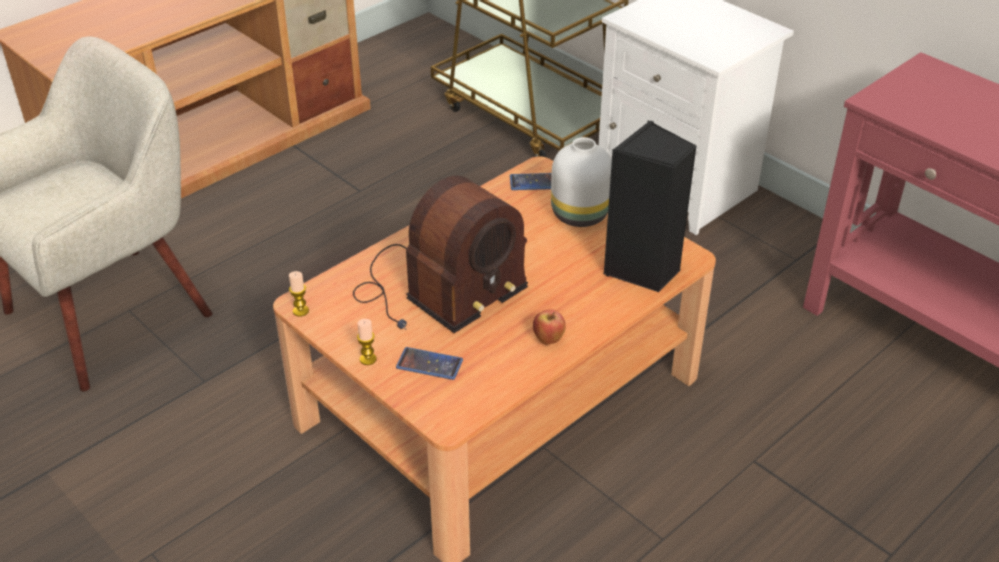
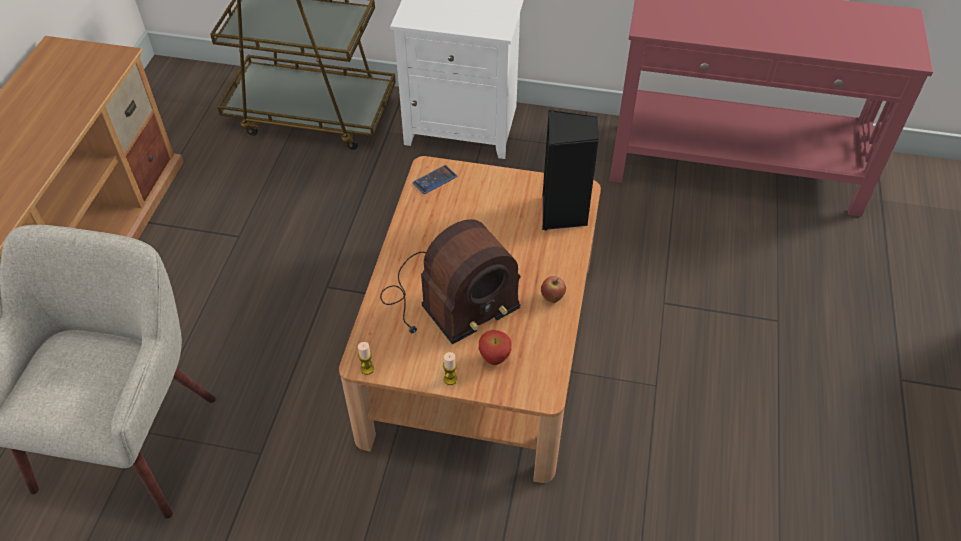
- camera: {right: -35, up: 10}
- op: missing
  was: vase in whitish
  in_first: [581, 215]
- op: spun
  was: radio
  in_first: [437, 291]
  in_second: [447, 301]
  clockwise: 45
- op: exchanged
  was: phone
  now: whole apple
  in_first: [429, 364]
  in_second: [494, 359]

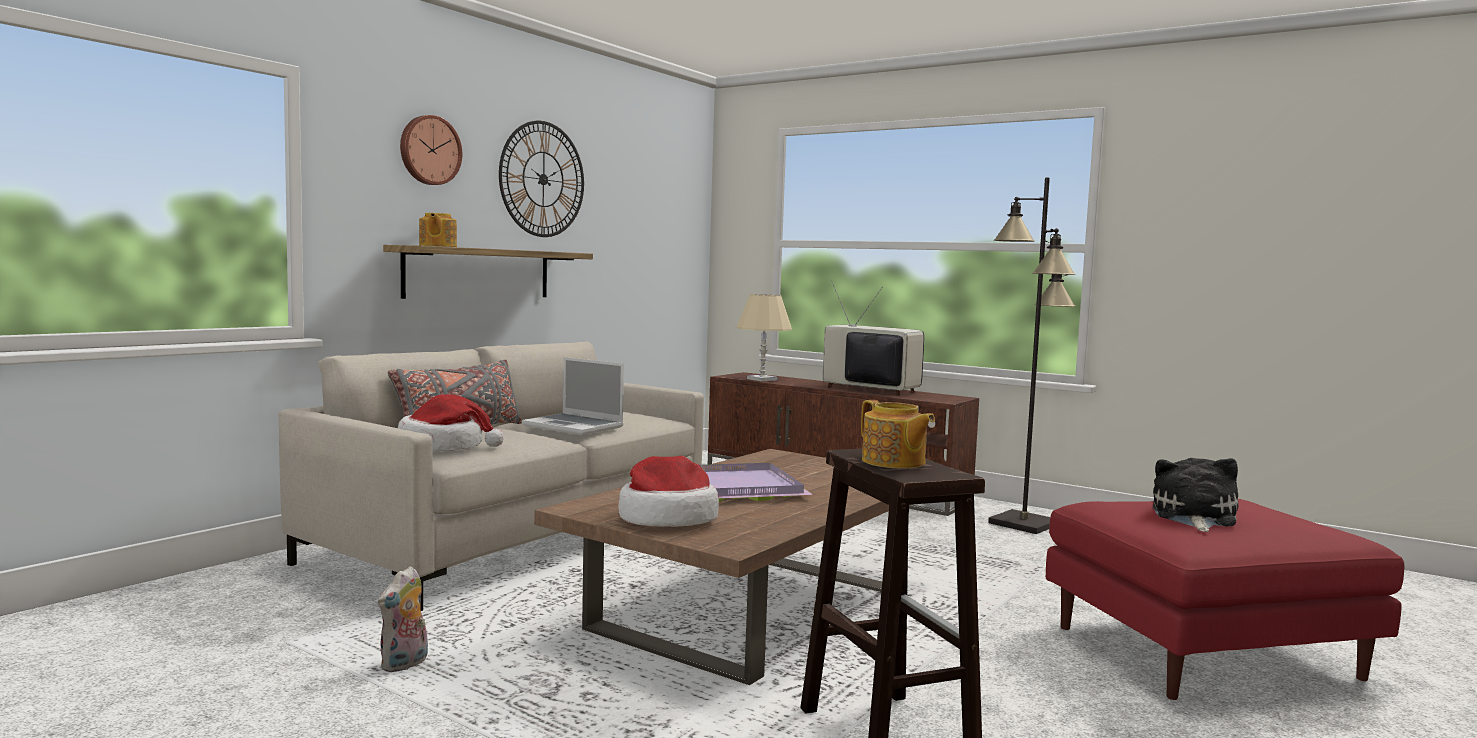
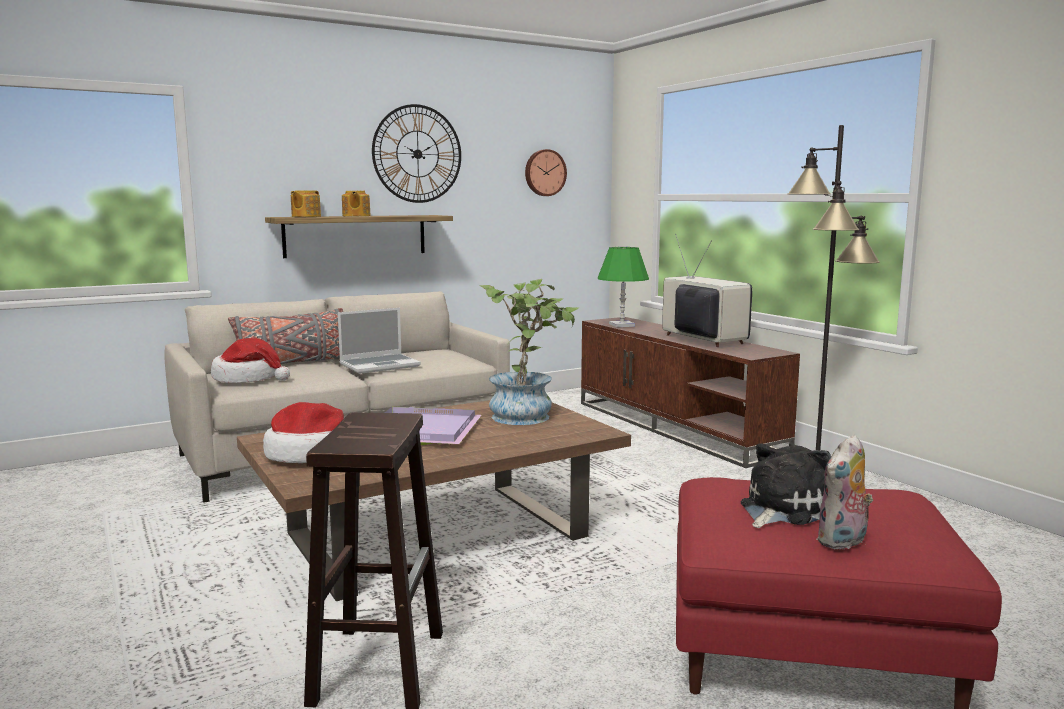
- camera: {right: 25, up: 5}
- op: relocated
  was: clock on the wall
  in_first: [429, 150]
  in_second: [544, 173]
- op: colour
  was: lamp for a table in beige-coloured
  now: lamp for a table in greenish
  in_first: [762, 379]
  in_second: [622, 325]
- op: spun
  was: notebook computer
  in_first: [575, 426]
  in_second: [380, 365]
  clockwise: -90
- op: relocated
  was: teapot
  in_first: [893, 462]
  in_second: [356, 216]
- op: relocated
  was: cuddly toy
  in_first: [405, 665]
  in_second: [843, 542]
- op: appeared
  now: potted plant
  in_second: [528, 415]

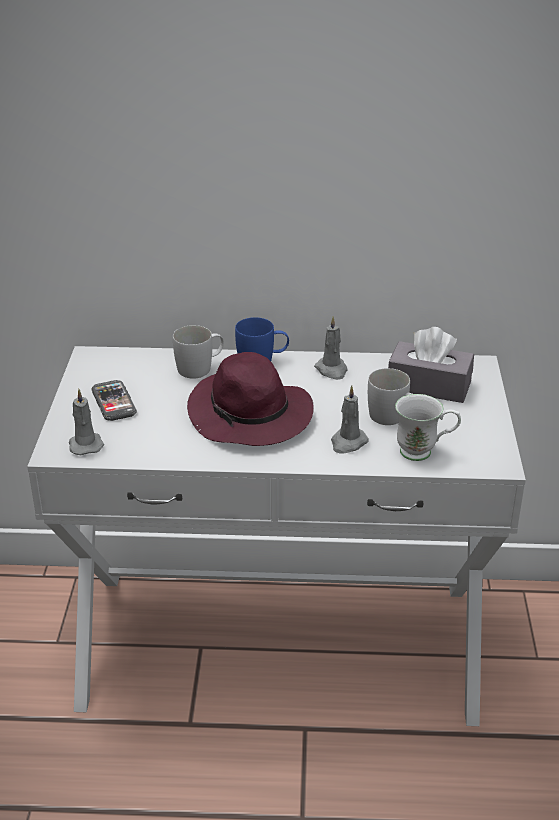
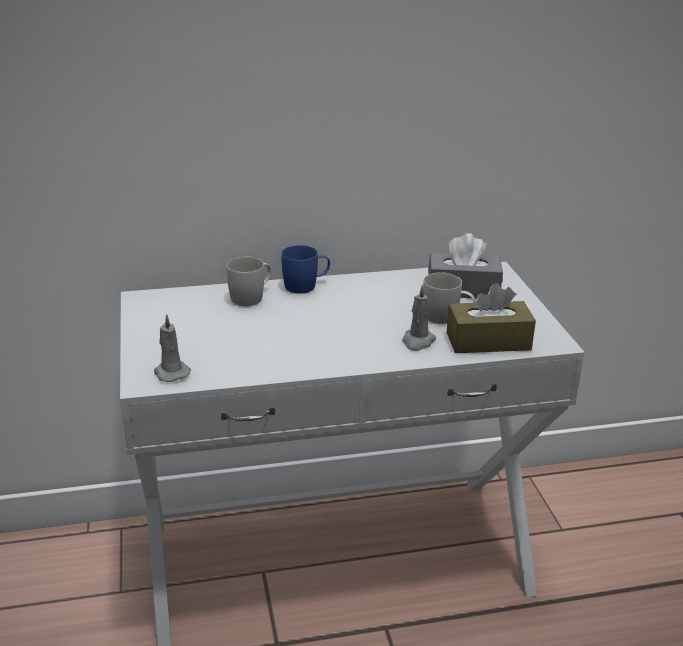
- camera: {right: -15, up: -5}
- op: missing
  was: wax light in gray
  in_first: [332, 370]
- op: missing
  was: wearable hat in purple-coloured
  in_first: [251, 416]
- op: missing
  was: phone
  in_first: [114, 402]
- op: exchanged
  was: coffee mug in whitish
  now: tissue holder in brown
  in_first: [424, 453]
  in_second: [488, 341]

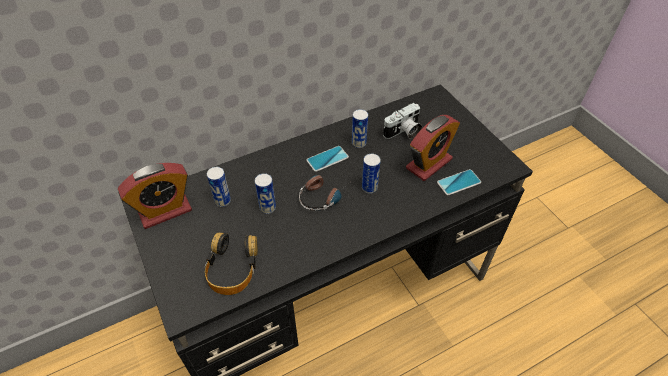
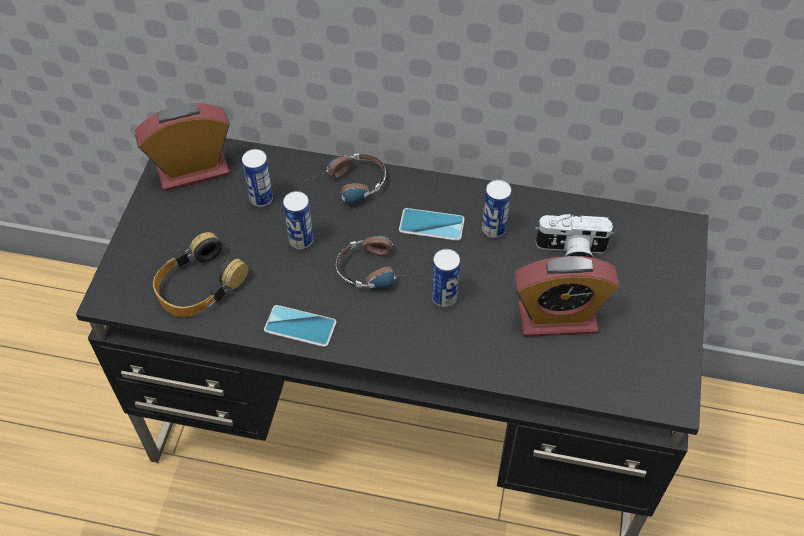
- camera: {right: 40, up: 5}
- op: spun
  was: bedside clock
  in_first: [165, 211]
  in_second: [193, 170]
  clockwise: 150
- op: relocated
  was: phone
  in_first: [458, 182]
  in_second: [300, 326]
- op: appeared
  now: headset
  in_second: [347, 187]

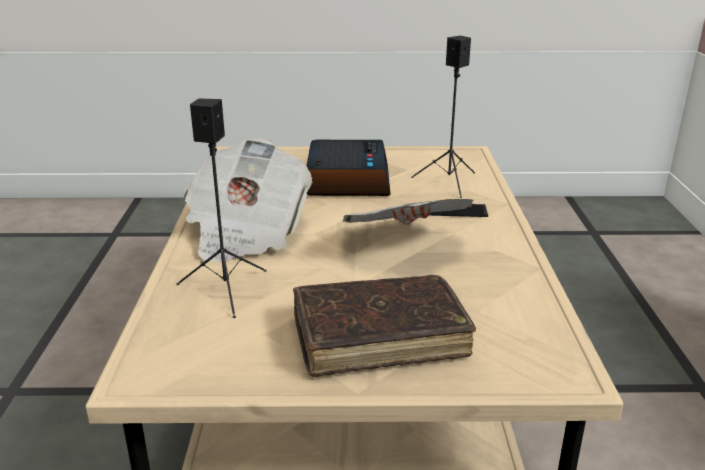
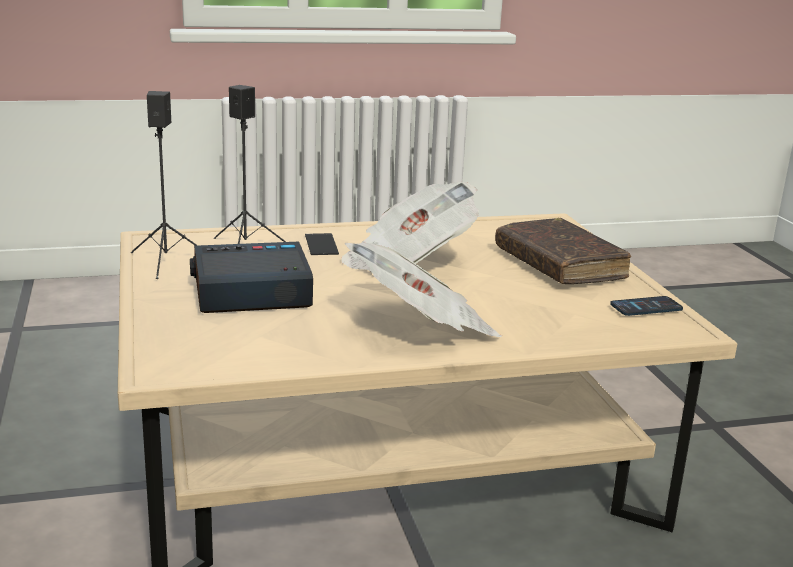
- camera: {right: -105, up: -5}
- op: relocated
  was: audio speaker in black-coloured
  in_first: [226, 289]
  in_second: [165, 261]
- op: appeared
  now: phone
  in_second: [646, 307]

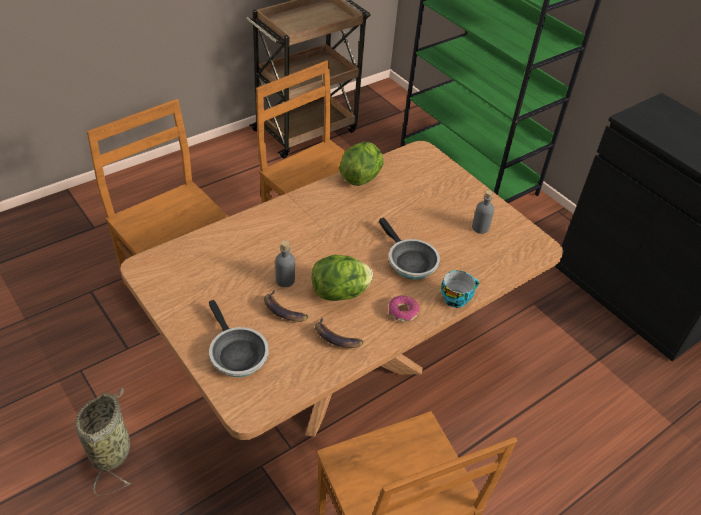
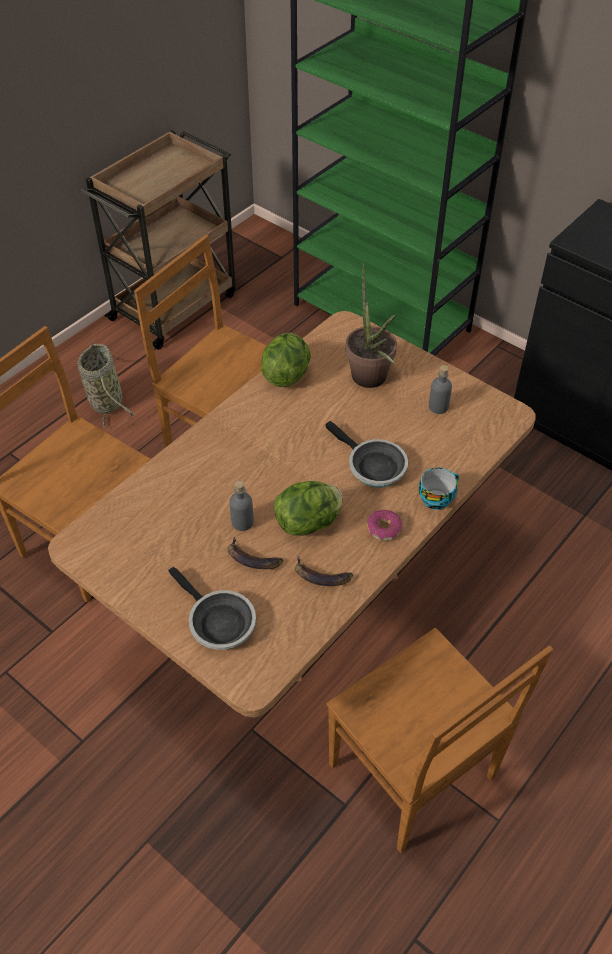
- camera: {right: -10, up: 5}
- op: relocated
  was: storage basket
  in_first: [111, 450]
  in_second: [106, 400]
- op: appeared
  now: potted plant
  in_second: [371, 381]

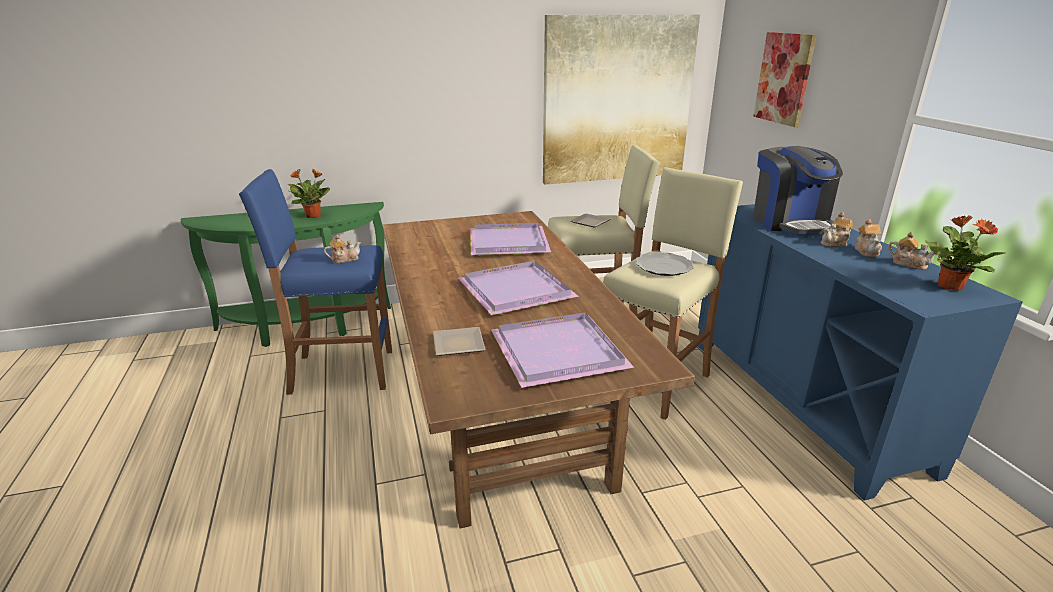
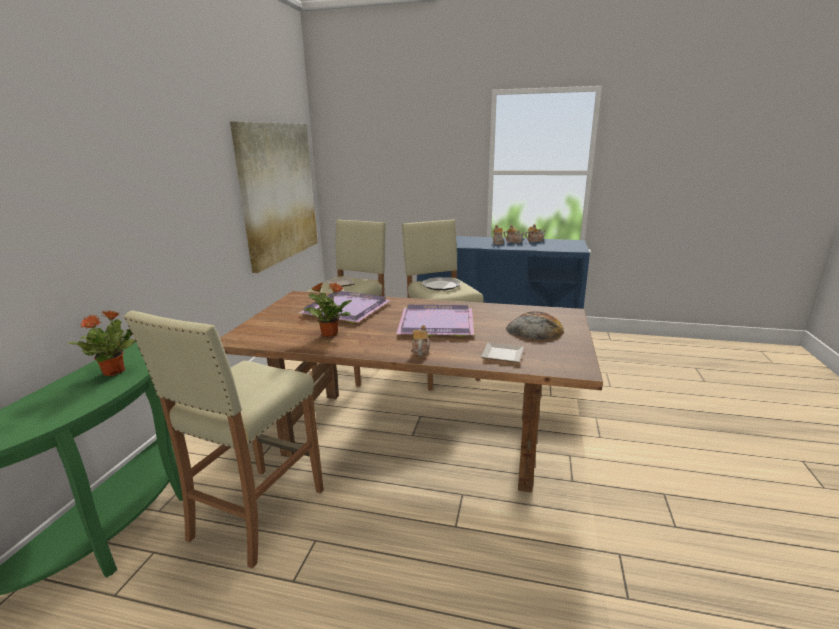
- camera: {right: -60, up: -5}
- op: missing
  was: wall picture
  in_first: [784, 78]
- op: missing
  was: coffee machine
  in_first: [790, 222]
- op: colour
  was: sitting stool in blue-coloured
  now: sitting stool in beige-coloured
  in_first: [340, 371]
  in_second: [256, 514]
- op: relocated
  was: potted plant
  in_first: [949, 286]
  in_second: [329, 333]
- op: relocated
  was: teapot
  in_first: [344, 259]
  in_second: [420, 350]
- op: exchanged
  was: tray in purple-coloured
  now: baked bread
  in_first: [559, 350]
  in_second: [535, 329]

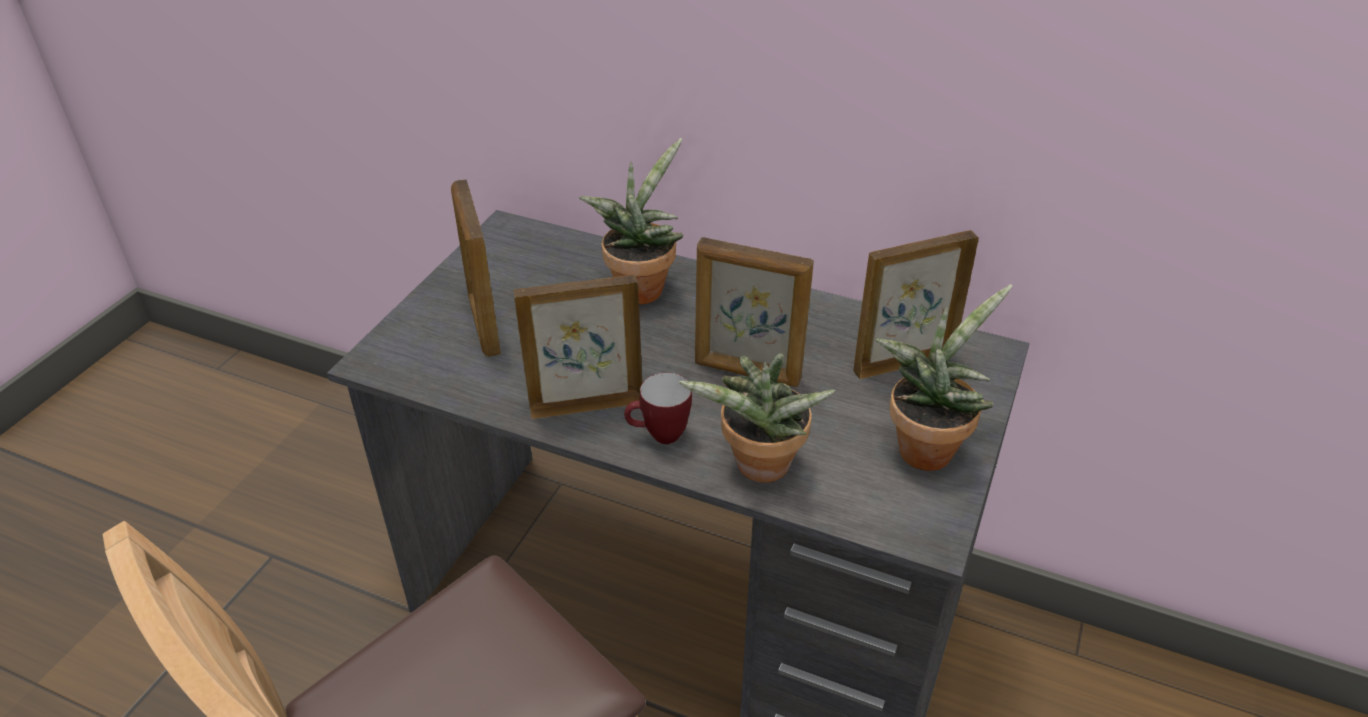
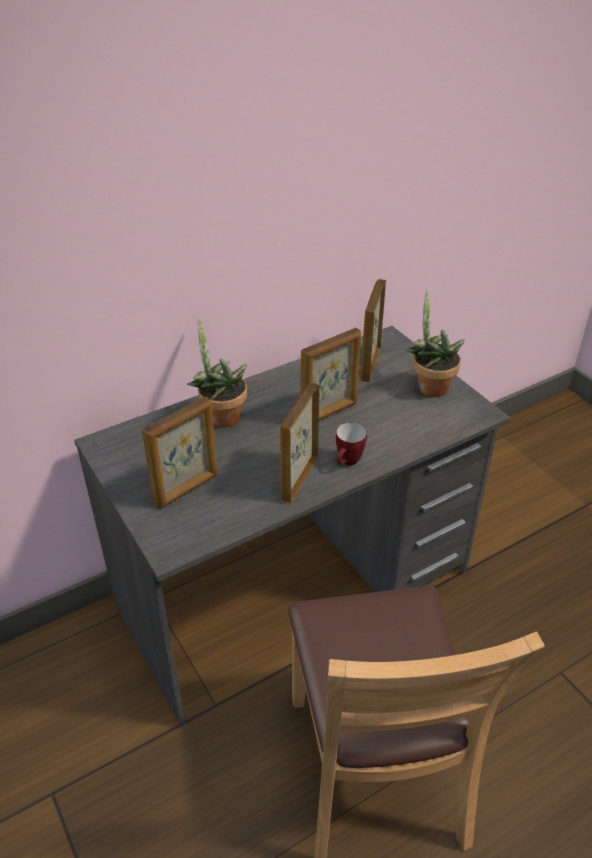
- camera: {right: -55, up: 0}
- op: spun
  was: photo frame
  in_first: [484, 325]
  in_second: [187, 489]
  clockwise: -60
- op: missing
  was: potted plant
  in_first: [759, 470]

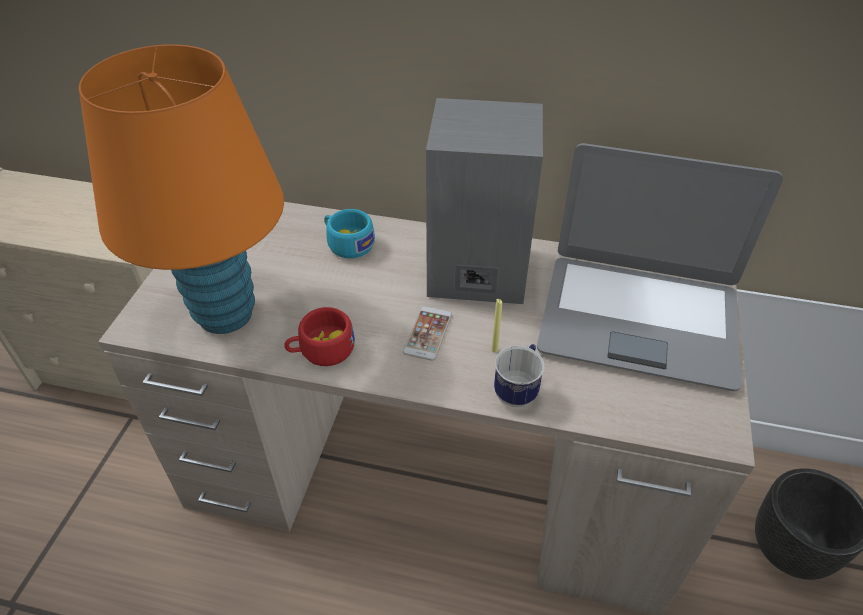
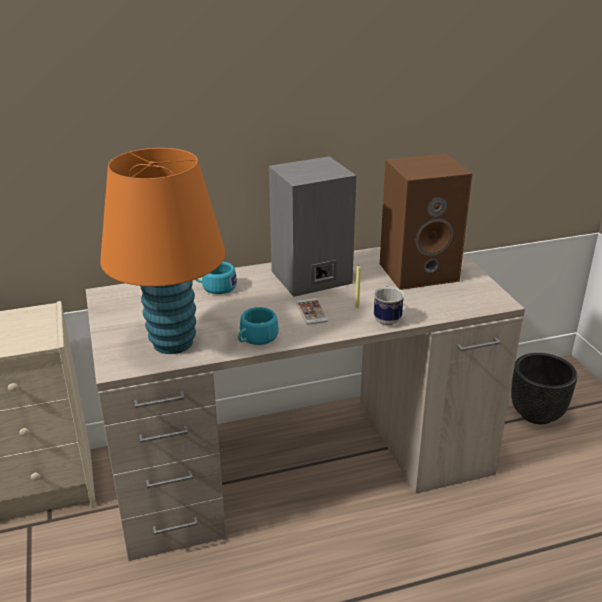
- camera: {right: -30, up: -15}
- op: exchanged
  was: notebook computer
  now: audio speaker in brown
  in_first: [638, 319]
  in_second: [419, 271]
- op: colour
  was: small cup in reddish
  now: small cup in turquoise
  in_first: [321, 350]
  in_second: [256, 338]

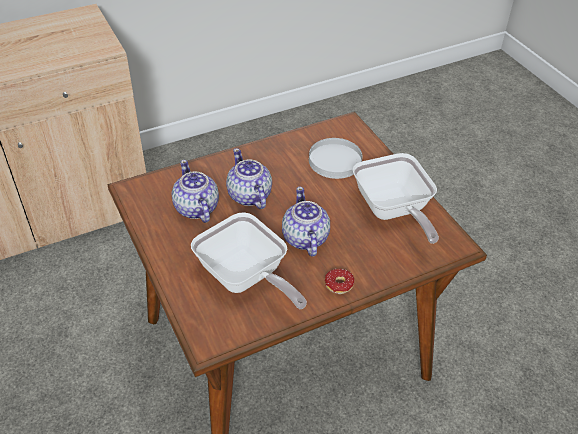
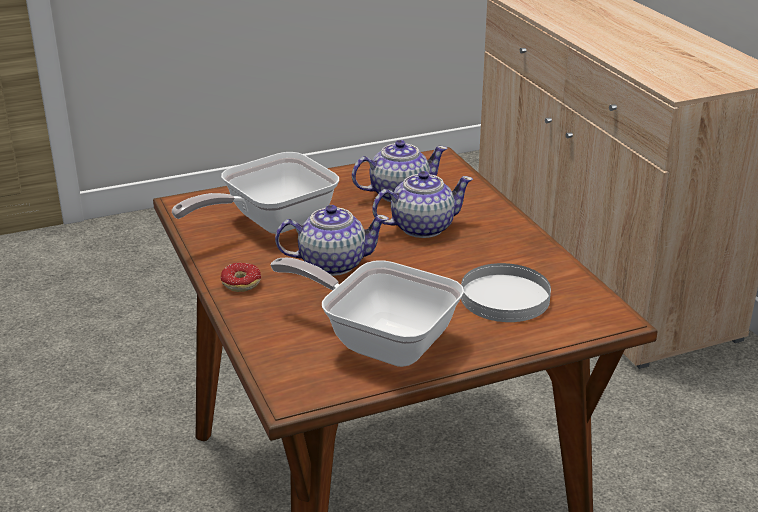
- camera: {right: 95, up: -15}
- op: spun
  was: pan
  in_first: [393, 211]
  in_second: [380, 341]
  clockwise: 45

